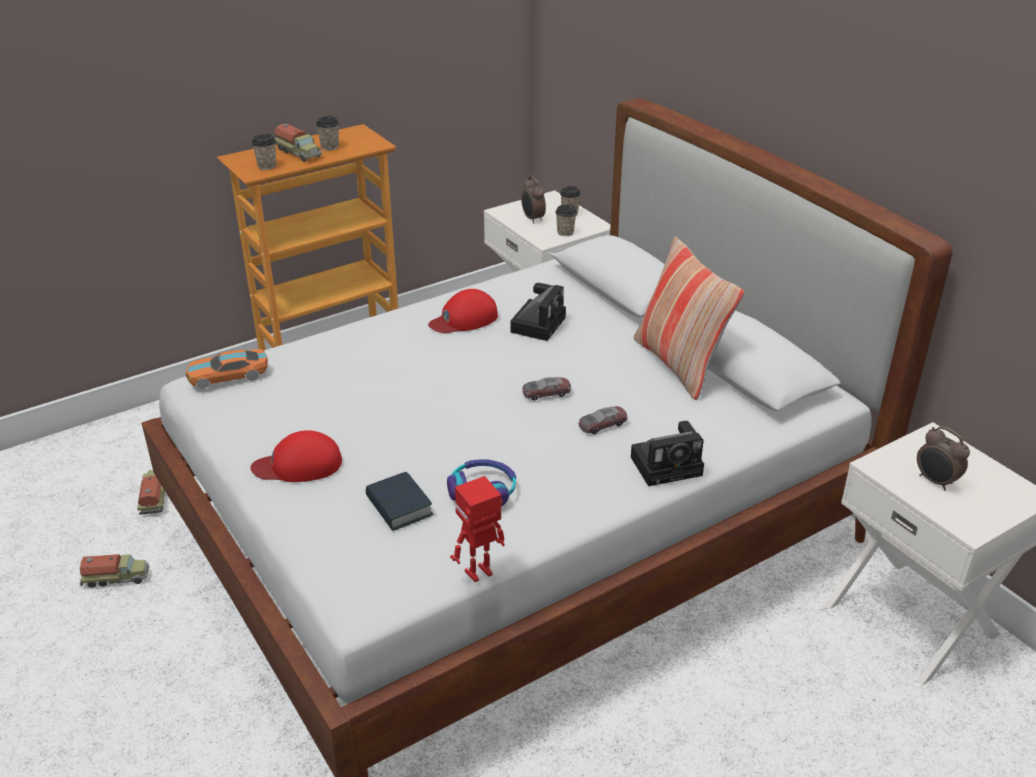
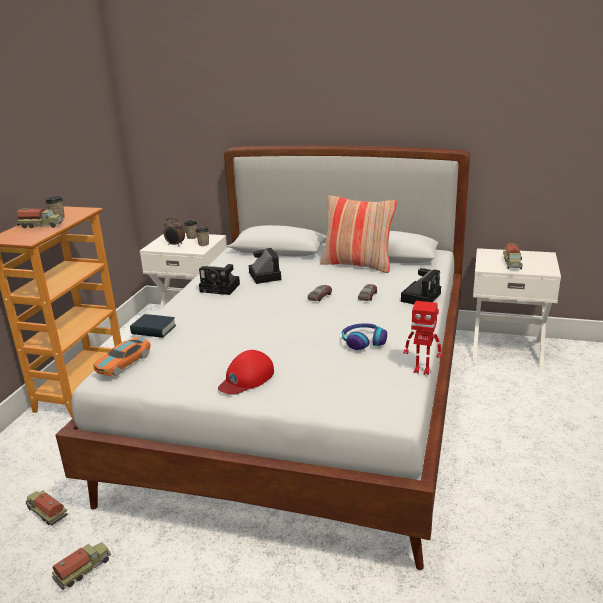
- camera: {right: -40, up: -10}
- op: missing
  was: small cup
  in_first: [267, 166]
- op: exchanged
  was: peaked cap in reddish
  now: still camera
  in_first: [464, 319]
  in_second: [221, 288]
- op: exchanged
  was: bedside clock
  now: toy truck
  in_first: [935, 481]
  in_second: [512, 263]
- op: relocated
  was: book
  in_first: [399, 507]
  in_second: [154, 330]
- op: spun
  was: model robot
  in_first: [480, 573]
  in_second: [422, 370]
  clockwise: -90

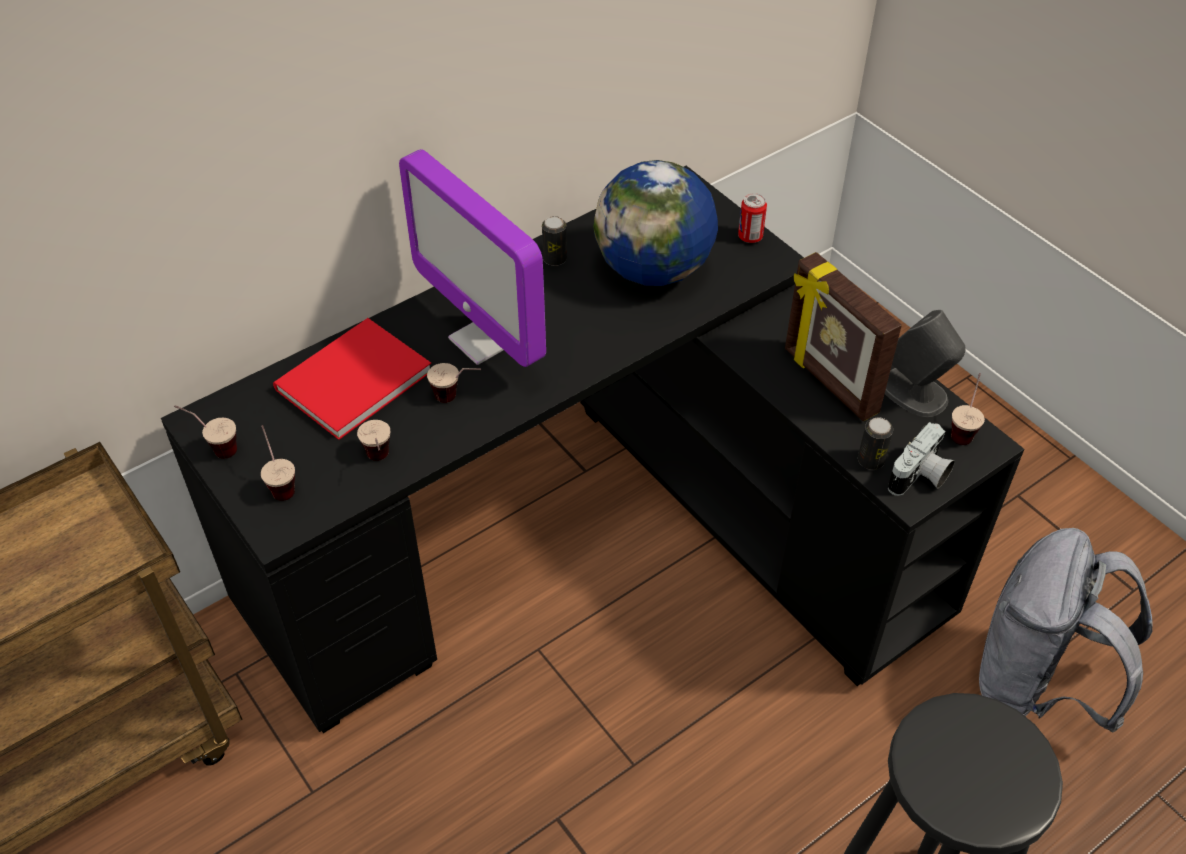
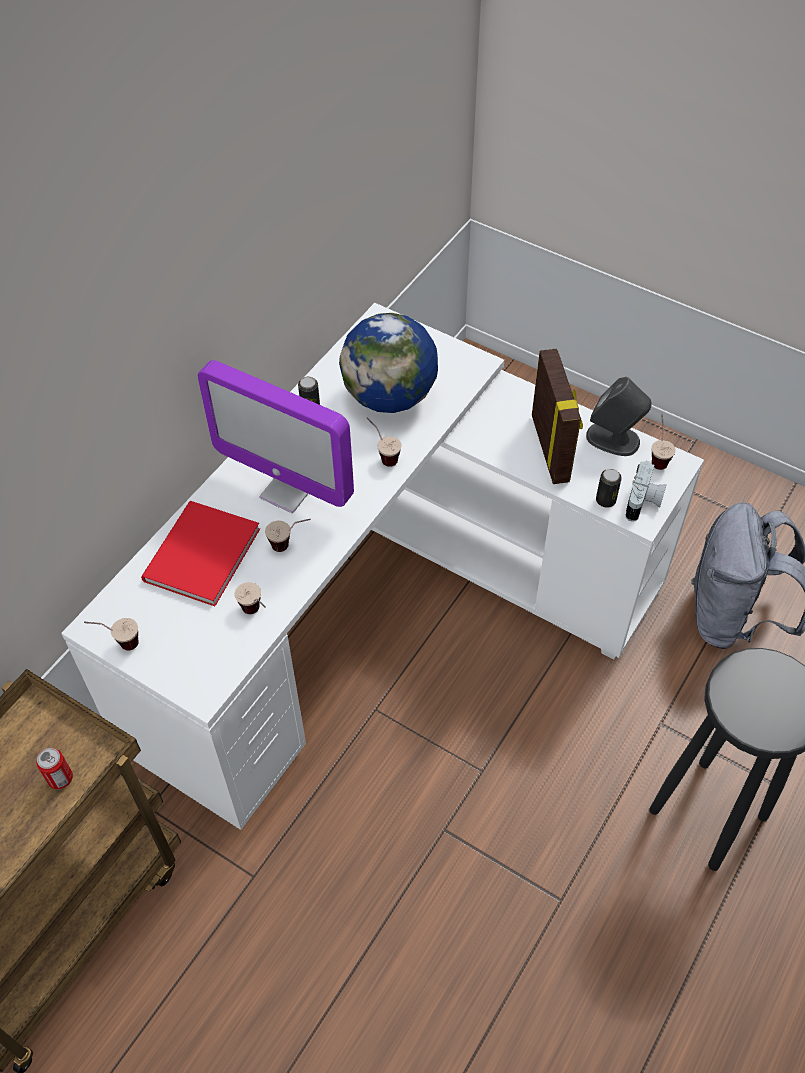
- camera: {right: -20, up: 5}
- op: colour
  was: desk unit in black-coloured
  now: desk unit in whitish
  in_first: [597, 538]
  in_second: [382, 609]
- op: relocated
  was: sealed can
  in_first: [750, 237]
  in_second: [60, 778]
- op: spun
  was: photo frame
  in_first: [829, 382]
  in_second: [551, 448]
  clockwise: -135
- op: relocated
  was: small cup
  in_first: [280, 482]
  in_second: [382, 455]

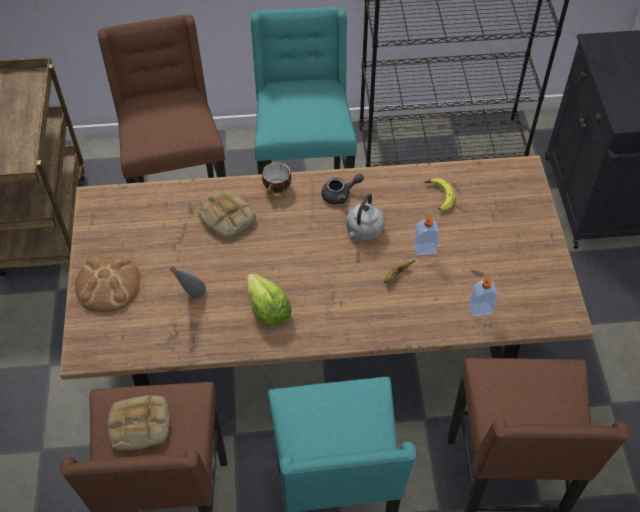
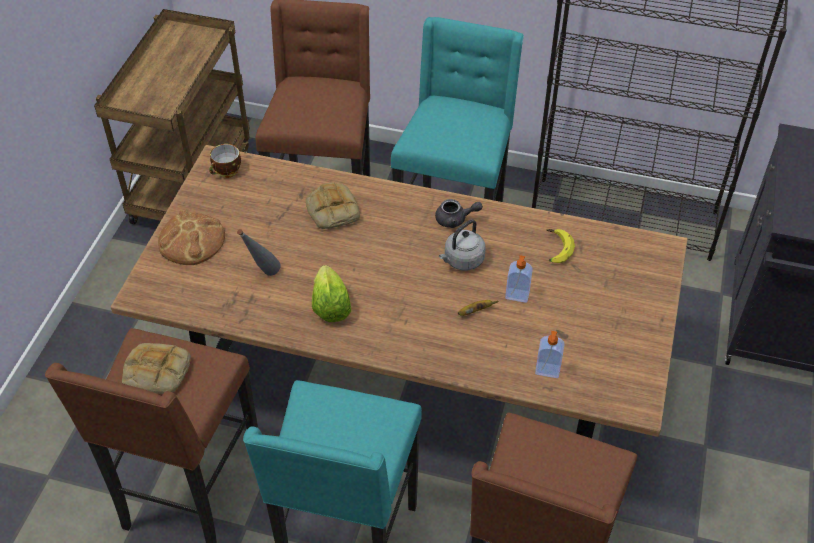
- camera: {right: 20, up: -5}
- op: relocated
  was: small cup
  in_first: [277, 188]
  in_second: [227, 172]

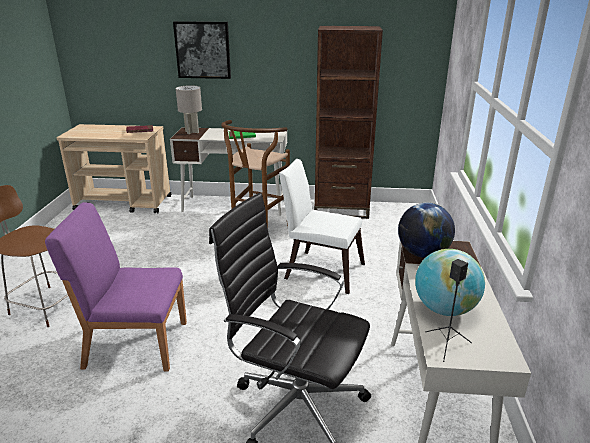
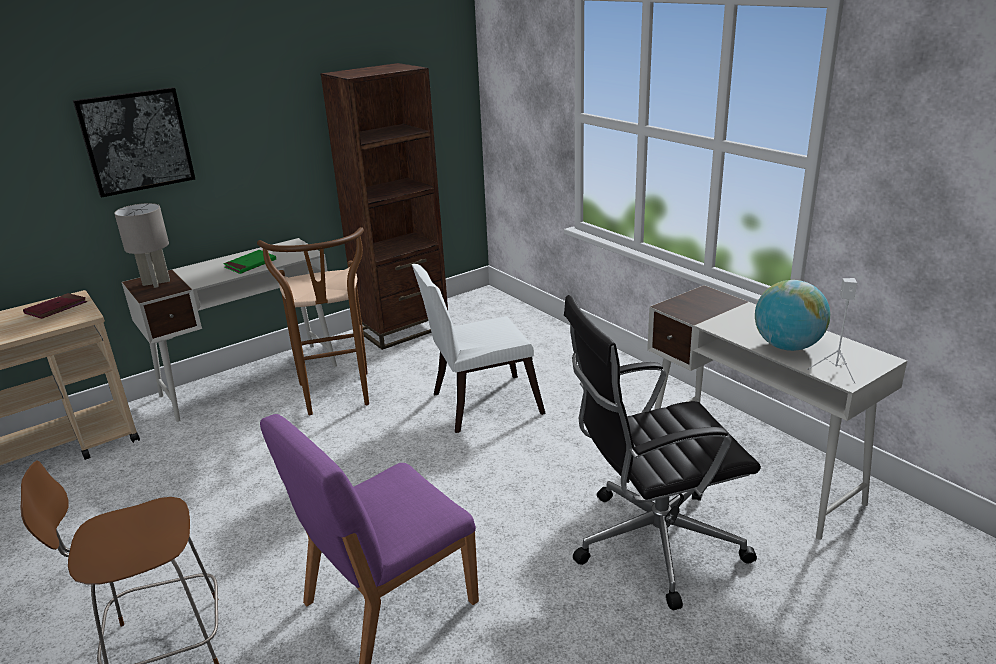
- camera: {right: -40, up: 0}
- op: missing
  was: desk globe
  in_first: [423, 254]
- op: colour
  was: audio speaker in black-coloured
  now: audio speaker in whitish
  in_first: [447, 344]
  in_second: [835, 370]

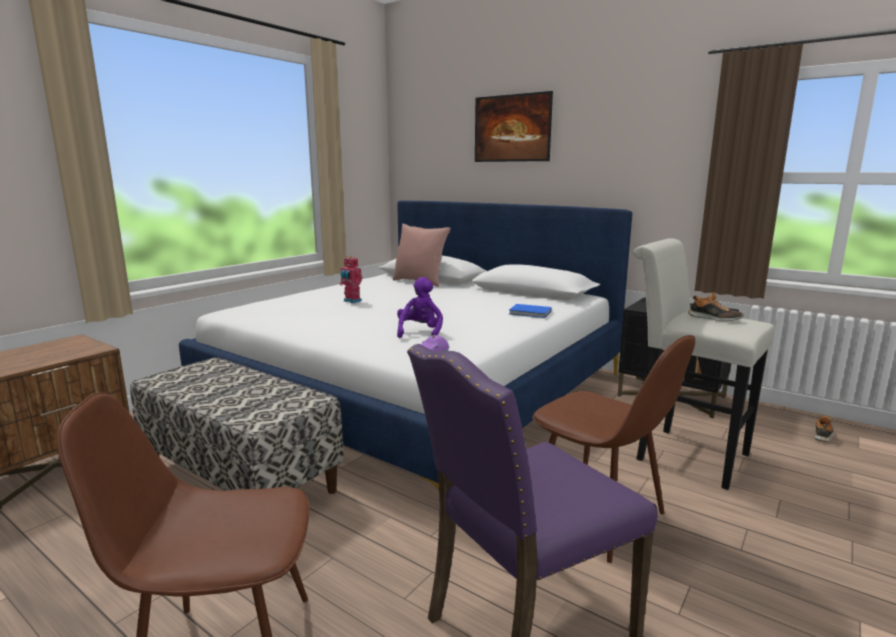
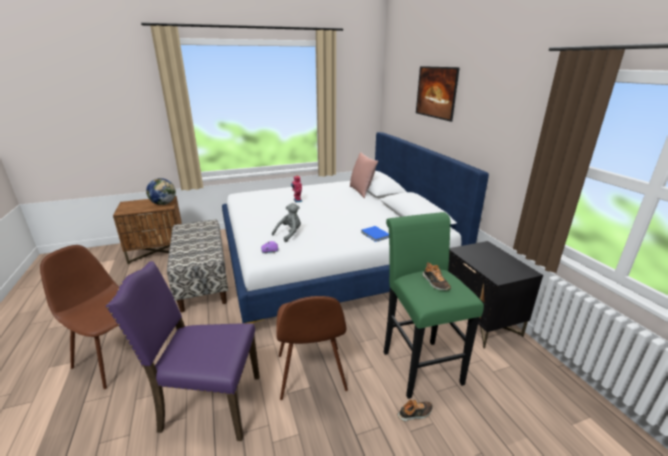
- camera: {right: 35, up: 10}
- op: colour
  was: sitting stool in whitish
  now: sitting stool in greenish
  in_first: [683, 454]
  in_second: [418, 363]
- op: colour
  was: cuddly toy in purple-coloured
  now: cuddly toy in gray
  in_first: [420, 333]
  in_second: [289, 234]
- op: relocated
  was: item of footwear
  in_first: [822, 434]
  in_second: [415, 413]
- op: appeared
  now: desk globe
  in_second: [164, 204]

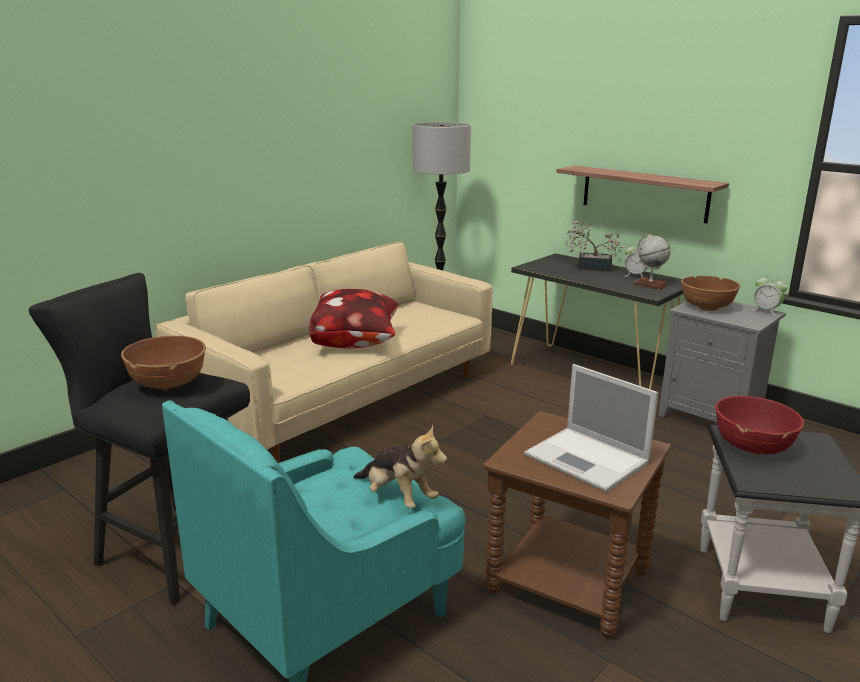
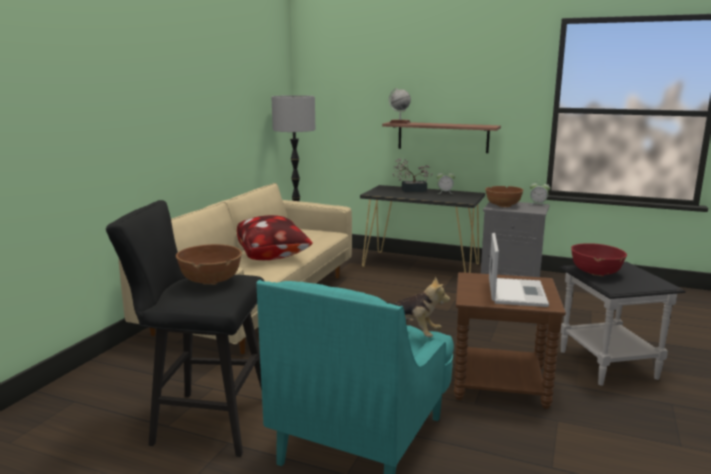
- camera: {right: -20, up: -5}
- op: relocated
  was: desk globe
  in_first: [650, 284]
  in_second: [399, 122]
- op: spun
  was: notebook computer
  in_first: [588, 459]
  in_second: [516, 292]
  clockwise: -105

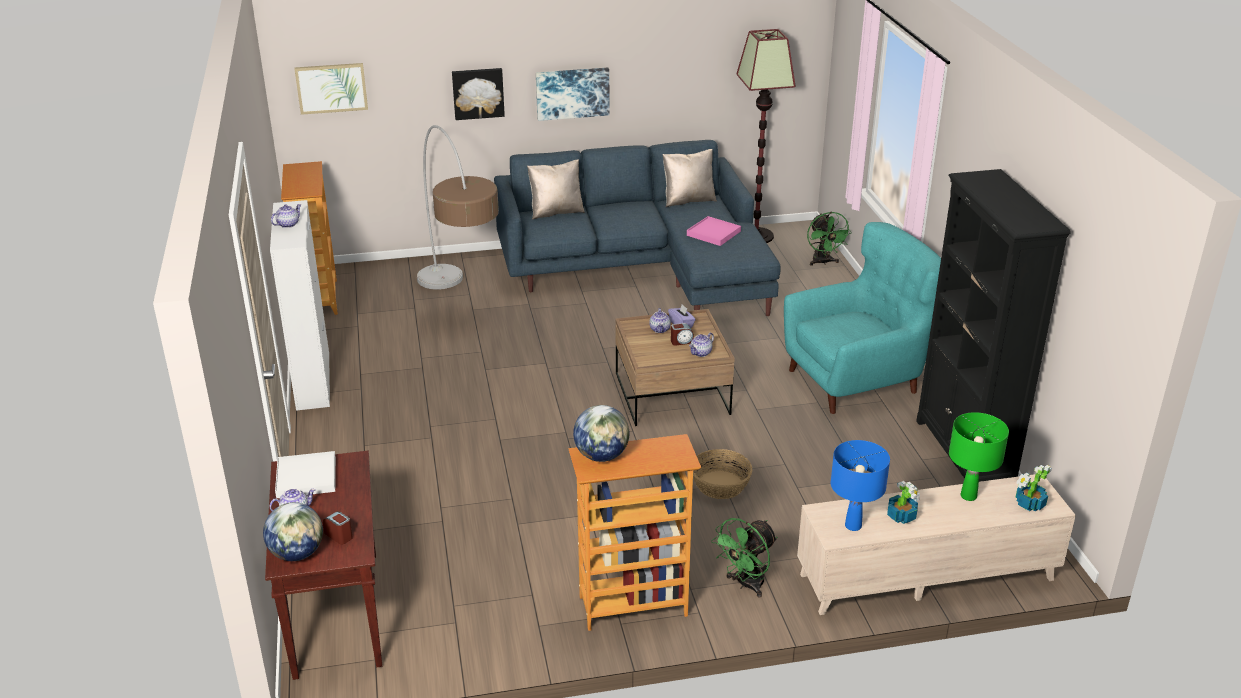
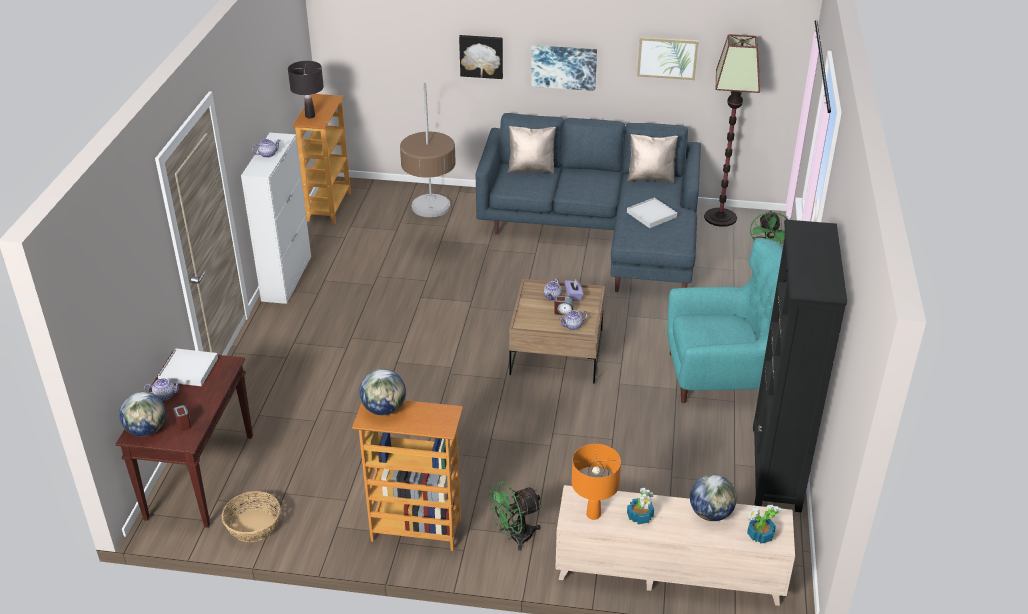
- camera: {right: 20, up: 5}
- op: relocated
  was: wall picture
  in_first: [331, 88]
  in_second: [667, 57]
- op: colour
  was: tray in pink-coloured
  now: tray in whitish
  in_first: [713, 233]
  in_second: [651, 215]
- op: exchanged
  was: lamp for a table in greenish
  now: desk globe
  in_first: [968, 496]
  in_second: [710, 513]
- op: colour
  was: lamp for a table in blue-coloured
  now: lamp for a table in orangey
  in_first: [852, 526]
  in_second: [593, 514]
- op: relocated
  was: storage basket
  in_first: [720, 485]
  in_second: [253, 526]
- op: appeared
  now: lamp for a table in black-coloured
  in_second: [310, 116]

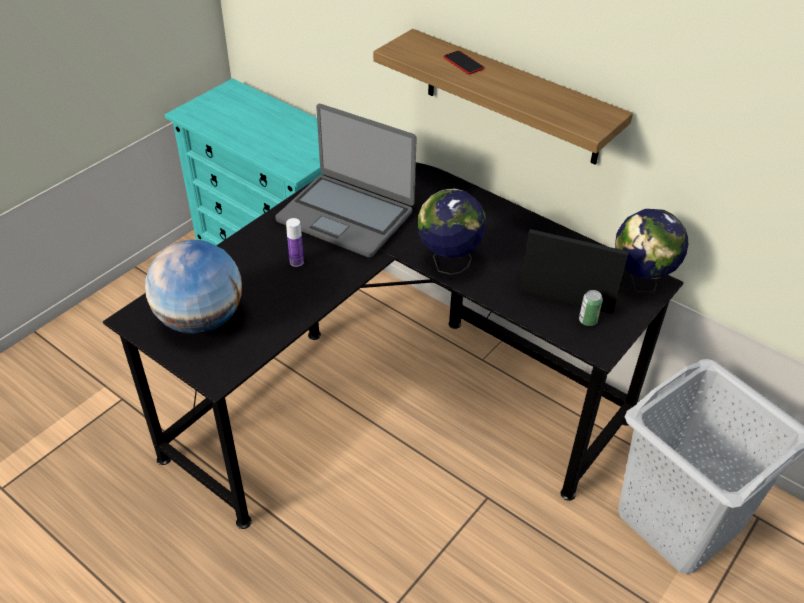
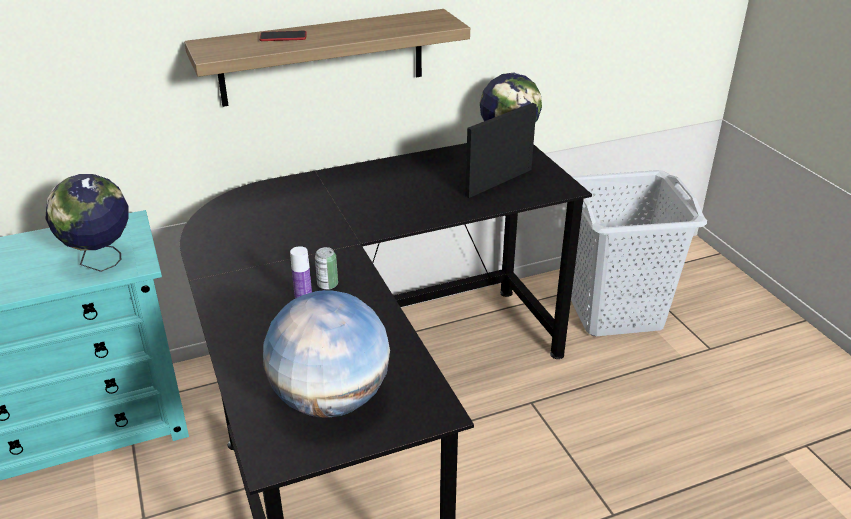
- camera: {right: -60, up: -10}
- op: missing
  was: notebook computer
  in_first: [346, 215]
- op: relocated
  was: desk globe
  in_first: [448, 263]
  in_second: [101, 262]
- op: relocated
  was: sealed can
  in_first: [587, 320]
  in_second: [327, 285]

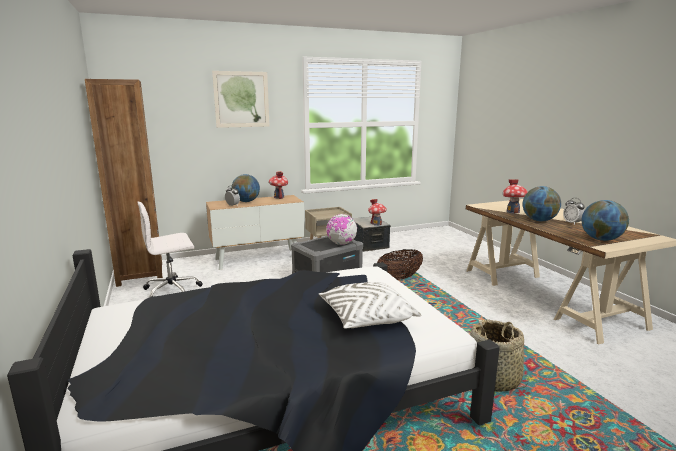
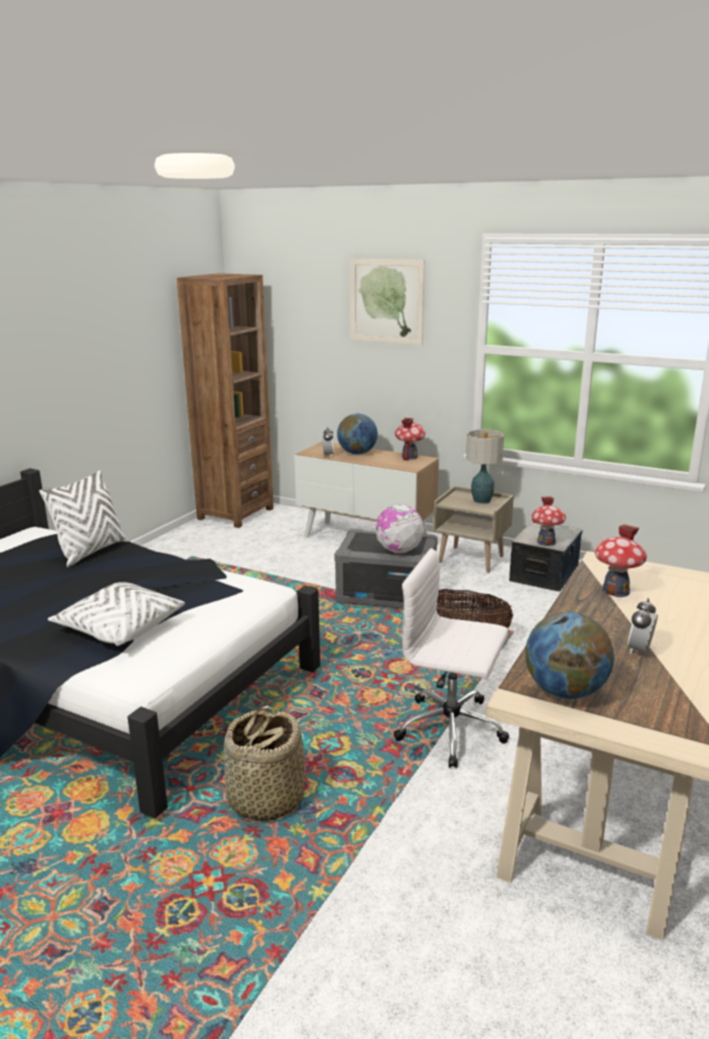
- camera: {right: 50, up: 5}
- op: missing
  was: desk globe
  in_first: [539, 220]
- op: relocated
  was: office chair in whitish
  in_first: [173, 291]
  in_second: [452, 730]
- op: appeared
  now: lamp for a table
  in_second: [481, 501]
- op: appeared
  now: throw pillow in whitish
  in_second: [91, 551]

